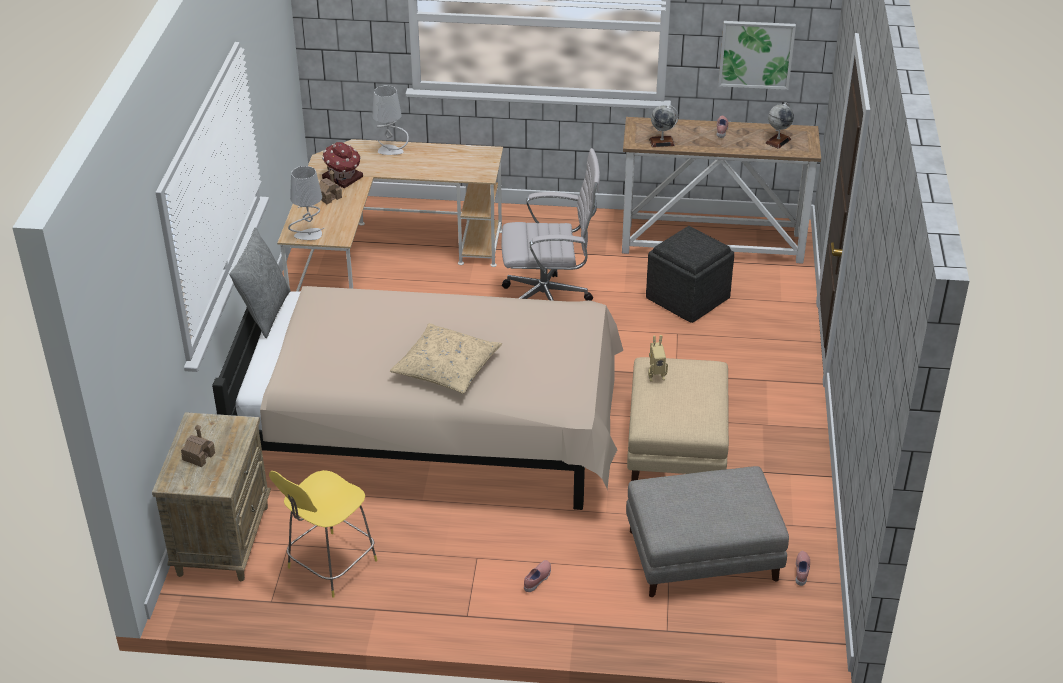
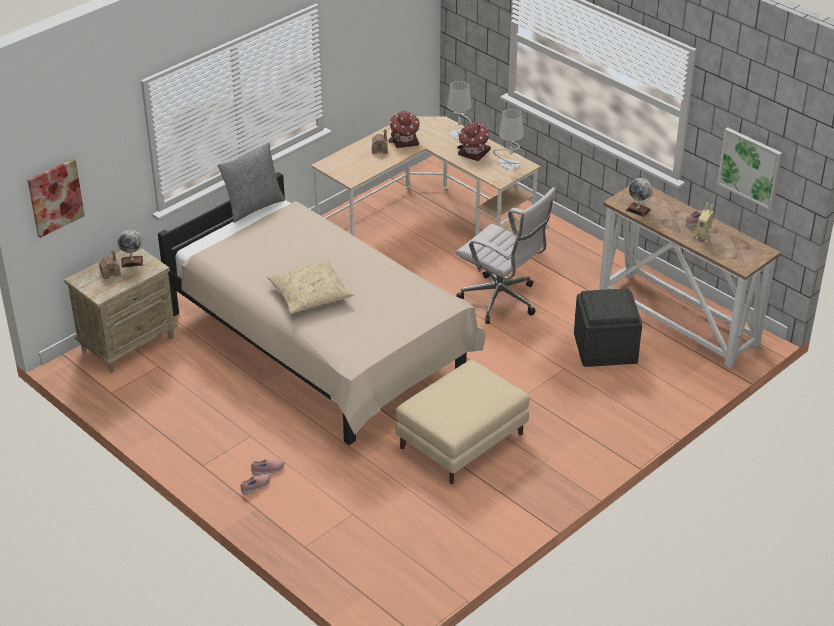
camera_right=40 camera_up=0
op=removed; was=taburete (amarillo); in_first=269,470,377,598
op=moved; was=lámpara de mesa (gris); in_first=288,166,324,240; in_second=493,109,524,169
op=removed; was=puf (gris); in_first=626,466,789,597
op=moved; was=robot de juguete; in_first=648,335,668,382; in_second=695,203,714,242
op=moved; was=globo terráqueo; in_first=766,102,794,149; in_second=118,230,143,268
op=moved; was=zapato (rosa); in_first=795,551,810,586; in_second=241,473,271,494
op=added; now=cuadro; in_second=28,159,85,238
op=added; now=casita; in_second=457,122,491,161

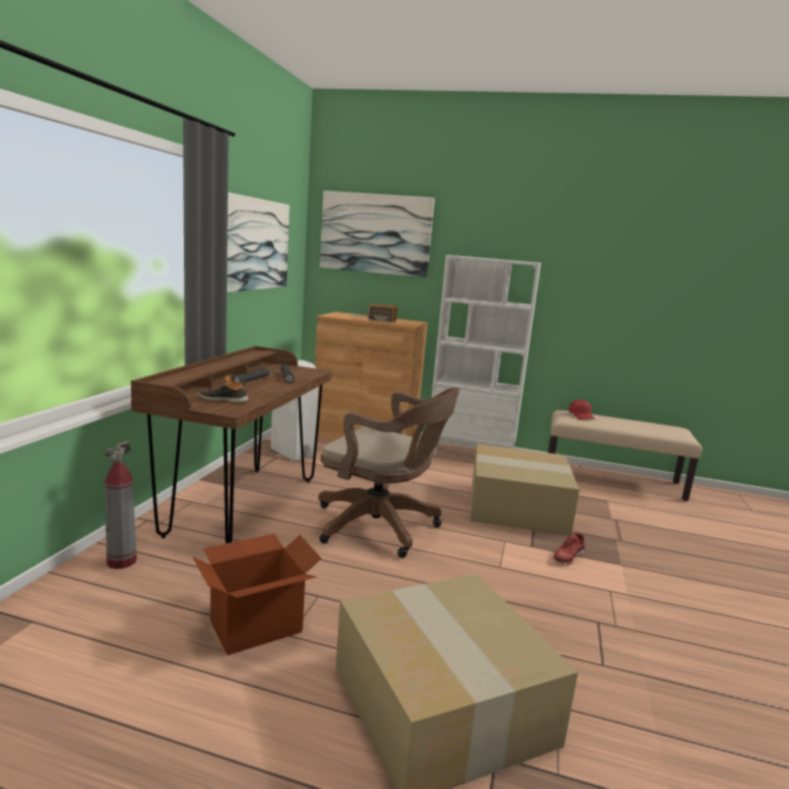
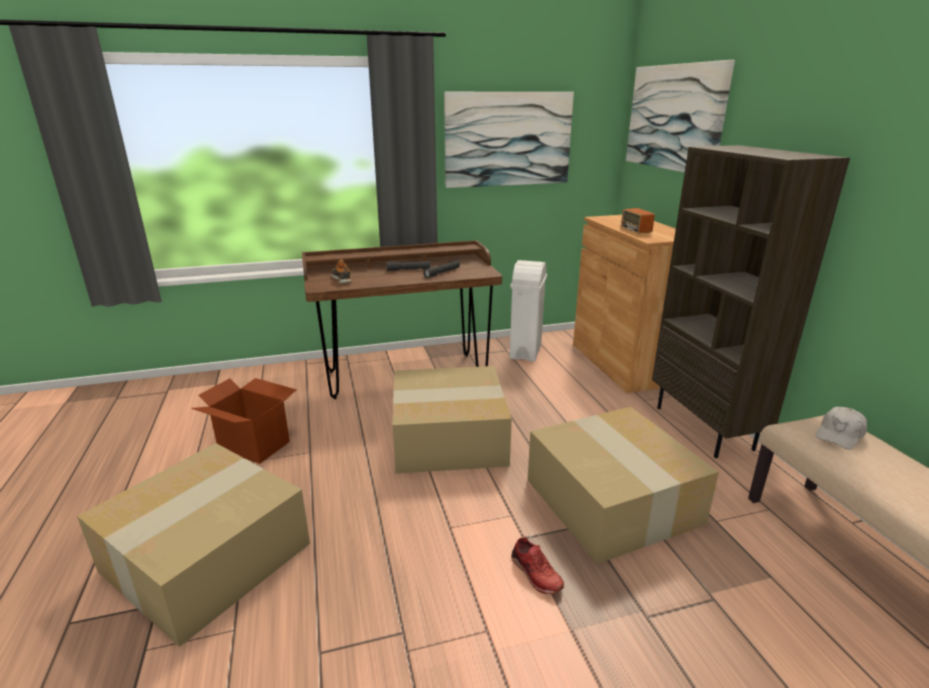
camera_right=60 camera_up=10
op=removed; was=extintor; in_first=105,440,137,569
op=replaced; was=silla de oficina (marrón); now=caja de cartón; in_first=318,388,460,558; in_second=393,366,512,474
op=recoloured; was=estantería (blanco); now=estantería (marrón); in_first=431,255,541,455; in_second=652,145,850,458
op=turned; was=zapato (rojo); in_first=553,533,585,565; in_second=511,537,564,594; clockwise=-135
op=recoloured; was=gorra (rojo); now=gorra (blanco); in_first=569,400,595,420; in_second=815,407,867,450

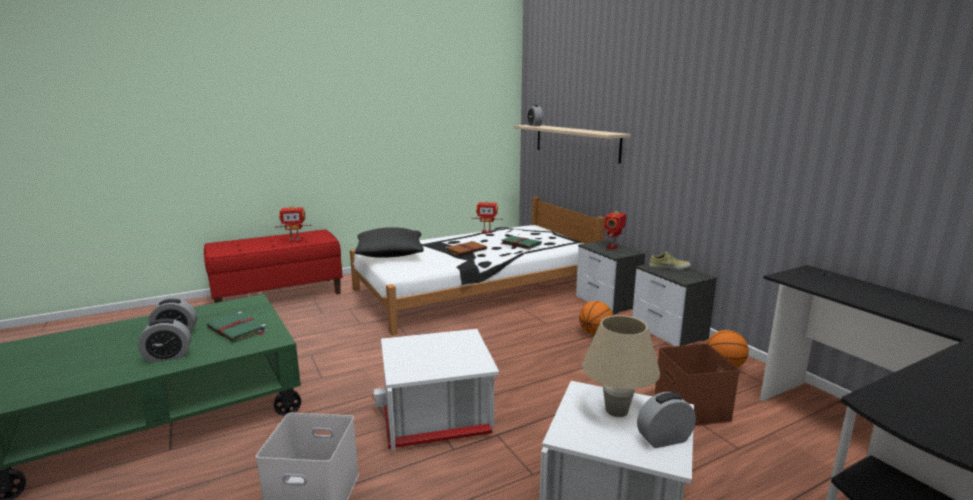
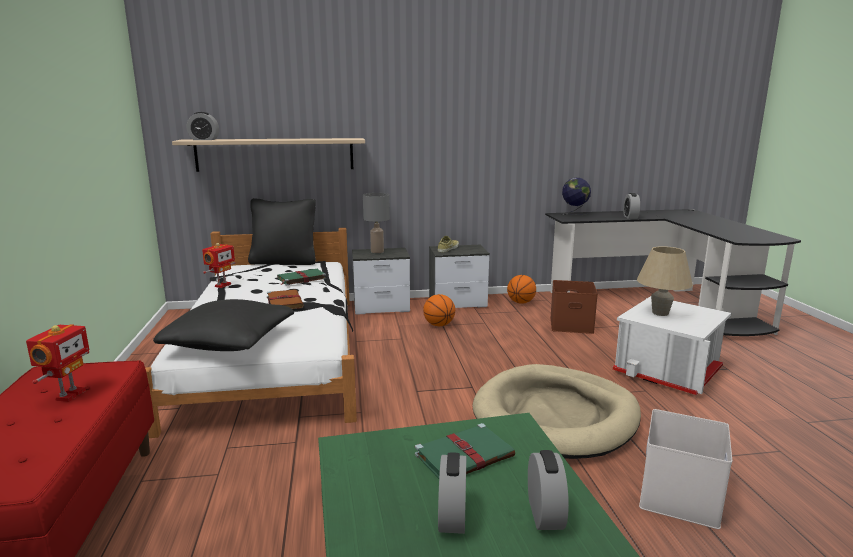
camera_right=-70 camera_up=0
op=replaced; was=caja de almacenaje (blanco); now=cama para perro (beis); in_first=374,329,499,450; in_second=473,364,641,459
op=replaced; was=robot de juguete; now=lámpara de mesa (gris); in_first=604,211,626,249; in_second=363,193,390,253
op=moved; was=despertador; in_first=637,392,696,448; in_second=623,193,640,219
op=added; now=cojín (negro); in_second=248,198,316,265
op=added; now=globo terráqueo; in_second=562,178,591,215

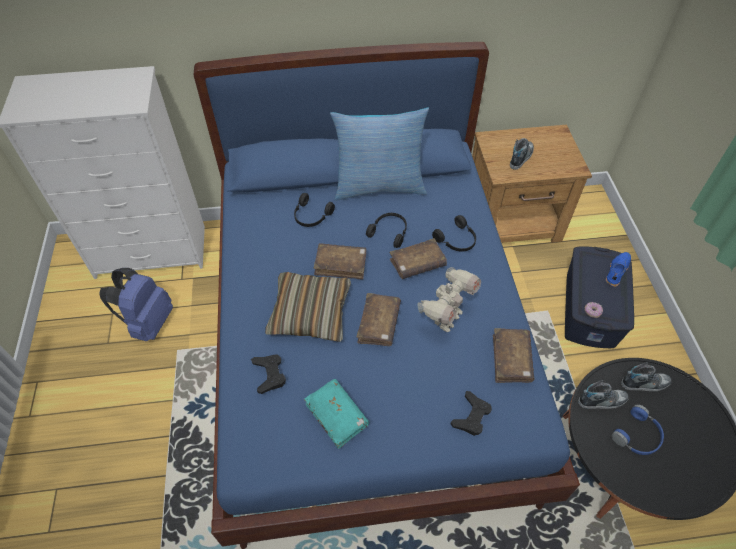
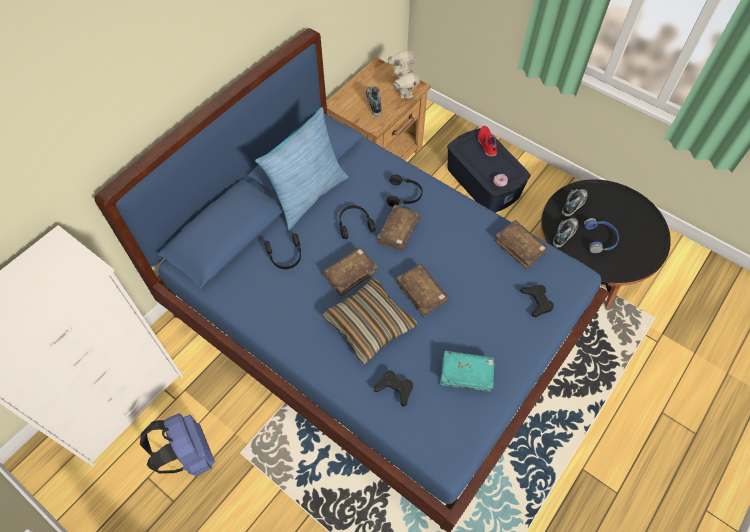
camera_right=-45 camera_up=5
op=moved; was=robot de juguete; in_first=418,267,481,332; in_second=388,50,420,98
op=recoloured; was=zapato (azul); now=zapato (rojo); in_first=606,252,631,287; in_second=478,126,497,157

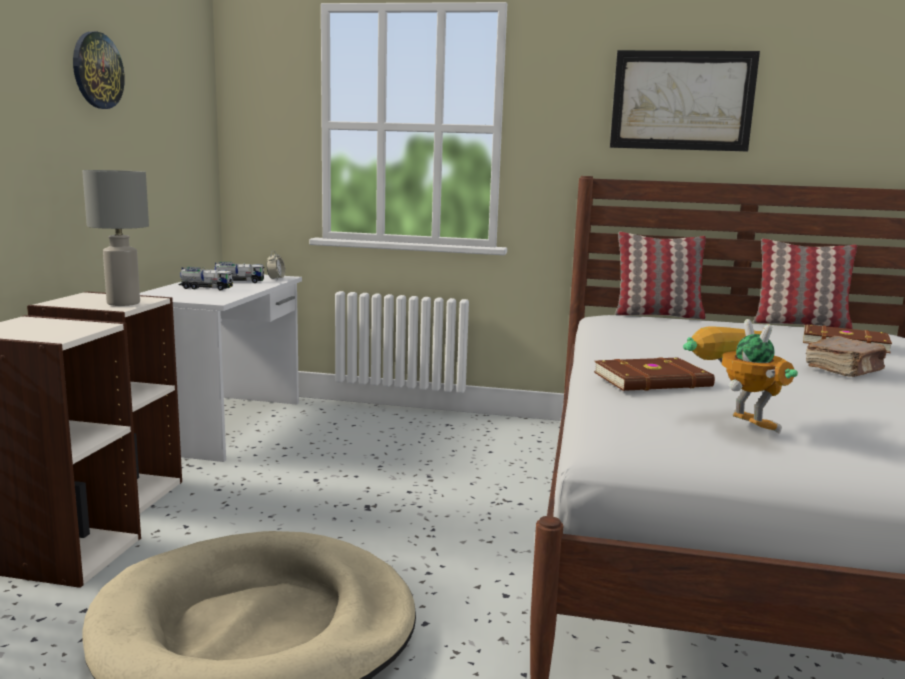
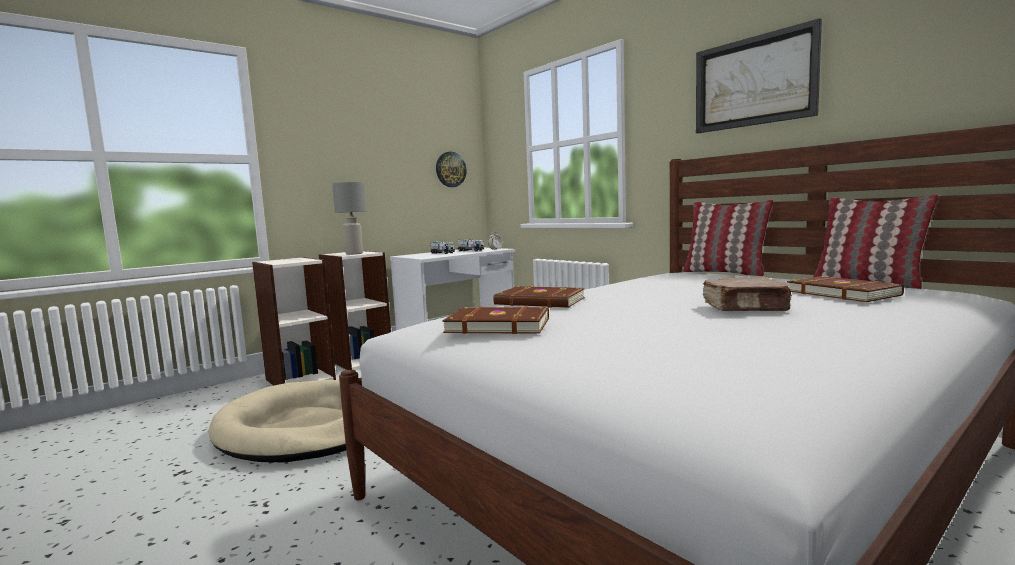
camera_right=40 camera_up=-5
op=moved; was=reloj de pared; in_first=73,32,125,109; in_second=436,152,466,187
op=replaced; was=robot de juguete; now=libro (marrón); in_first=683,319,798,434; in_second=442,307,549,334

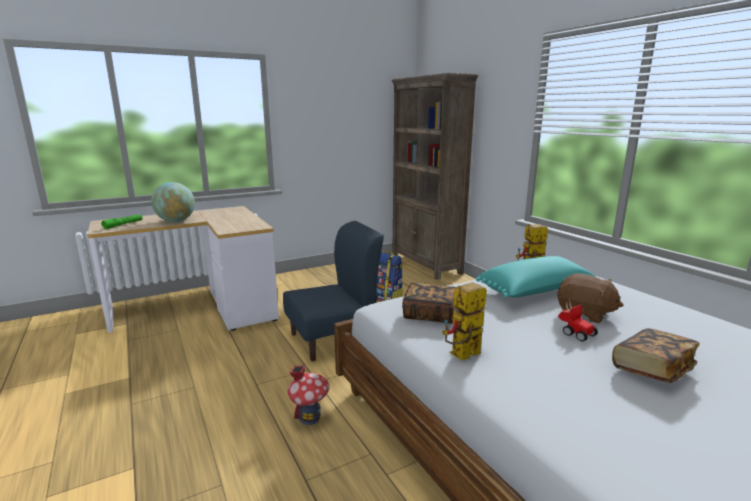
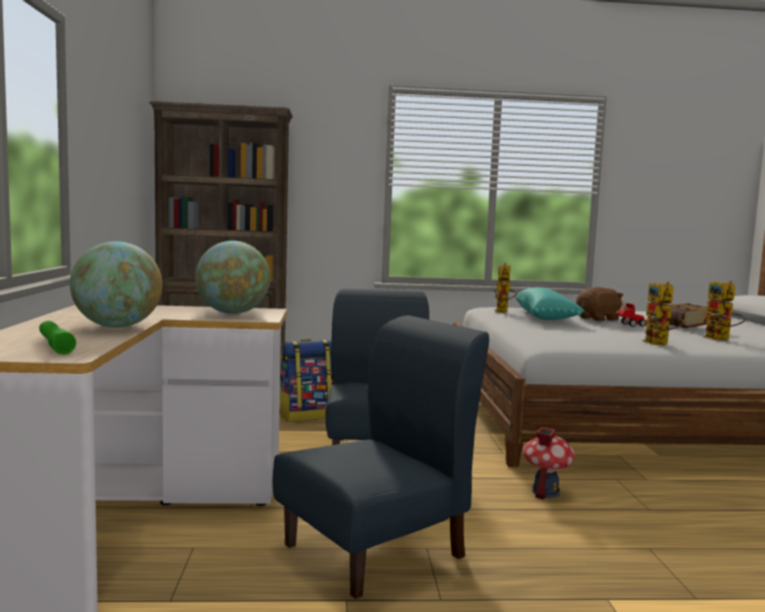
camera_right=-65 camera_up=-10
op=removed; was=libro; in_first=402,282,457,324
op=added; now=globo terráqueo; in_second=195,241,270,314
op=added; now=silla (azul); in_second=273,315,489,599
op=added; now=robot de juguete; in_second=702,280,746,341

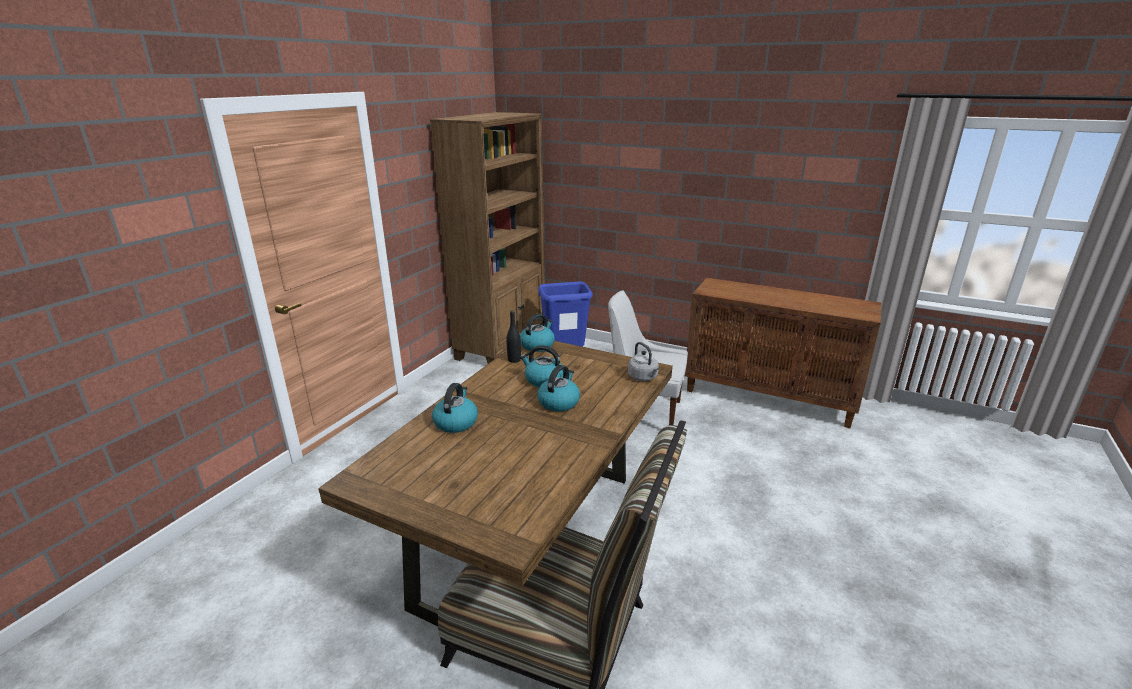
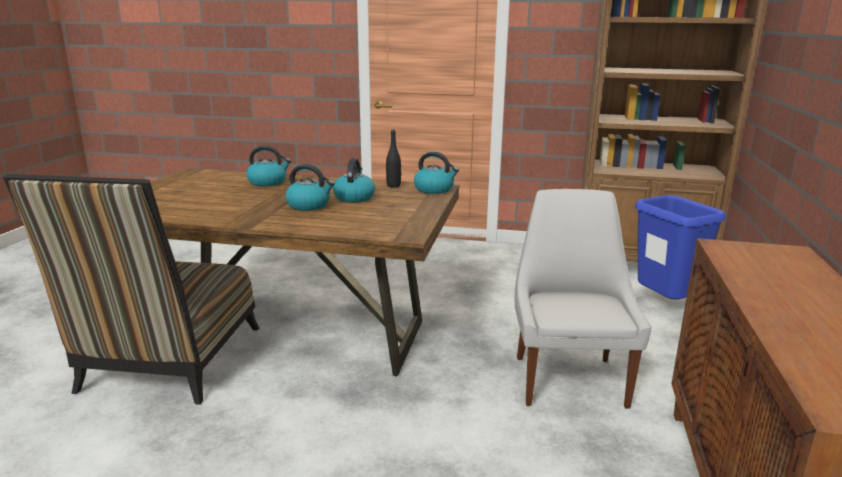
camera_right=75 camera_up=-5
op=removed; was=hervidor (gris); in_first=628,342,659,381

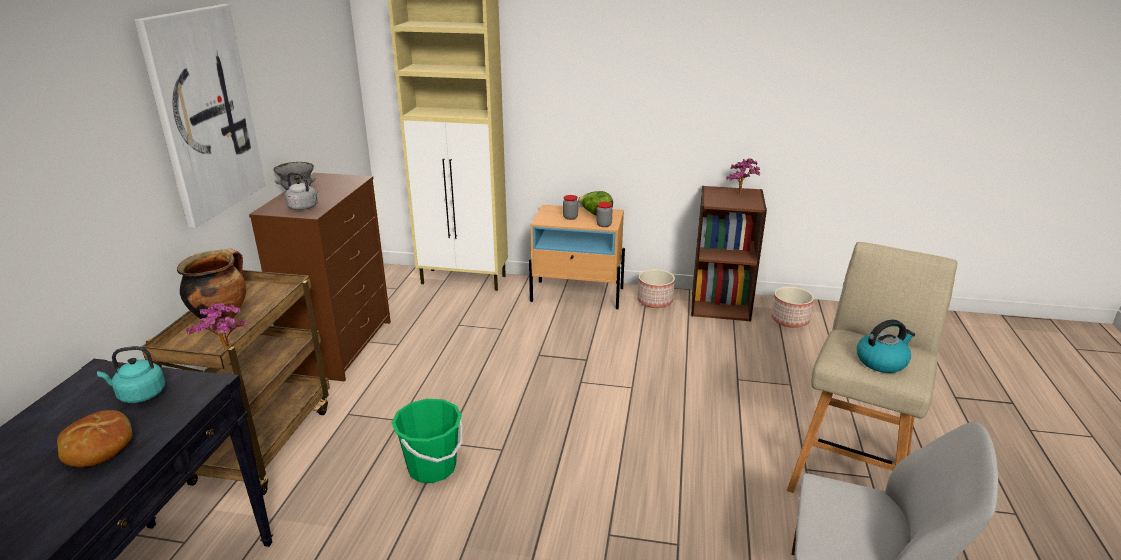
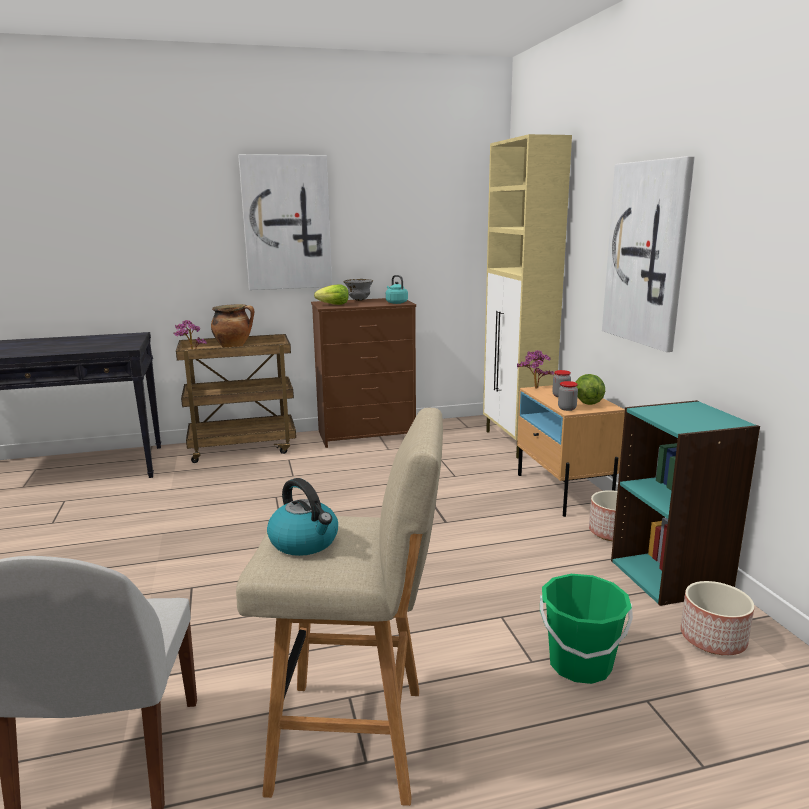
camera_right=65 camera_up=-10
op=removed; was=pan; in_first=57,410,132,467
op=moved; was=hervidor (turquesa); in_first=97,346,165,403; in_second=386,275,408,304
op=replaced; was=hervidor (gris); now=lechuga; in_first=285,172,319,210; in_second=314,284,349,305
op=moved; was=cubo (verde); in_first=392,399,462,483; in_second=540,574,633,684
op=recoloured; was=estantería (marrón); now=estantería (turquesa); in_first=691,186,767,322; in_second=611,400,760,606
op=moved; was=planta en maceta; in_first=726,158,760,194; in_second=517,350,554,389
op=added; now=cuadro; in_second=602,156,695,352

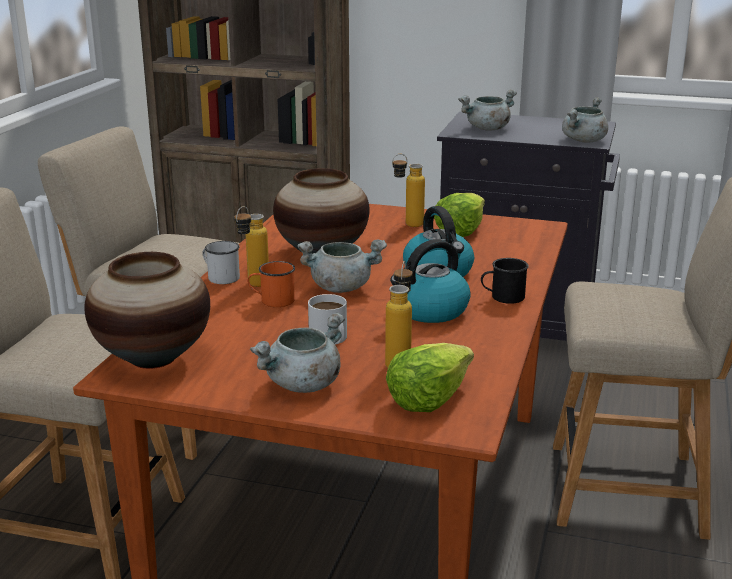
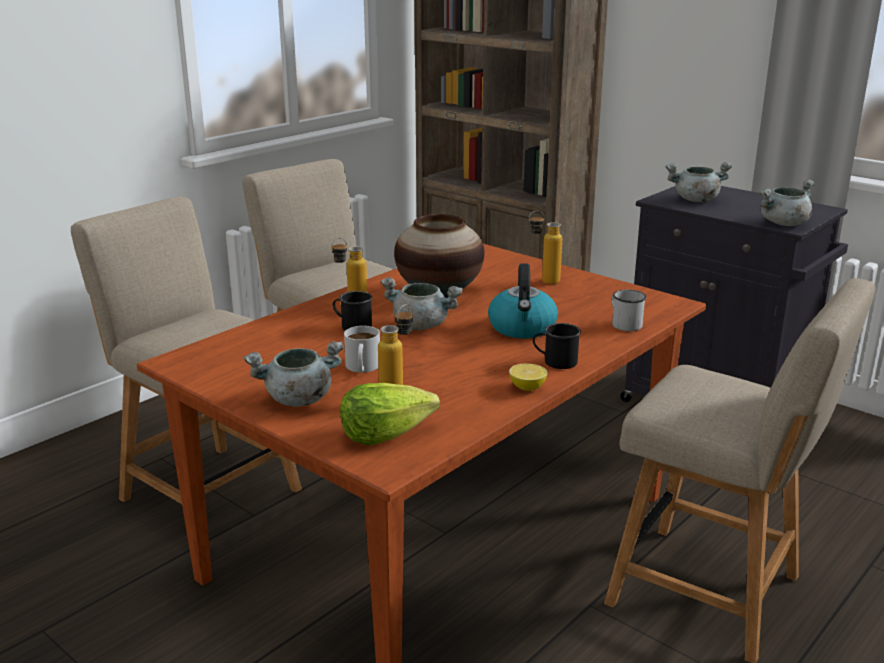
camera_right=25 camera_up=0
op=removed; was=florero; in_first=84,252,210,369
op=moved; was=taza grande (blanco); in_first=202,241,240,284; in_second=612,290,647,331
op=recoloured; was=taza grande (naranja); now=taza grande (negro); in_first=247,261,295,307; in_second=333,291,372,331
op=removed; was=hervidor; in_first=390,239,471,323
op=removed; was=lechuga; in_first=434,193,485,237
op=added; now=limón; in_second=509,364,547,391

